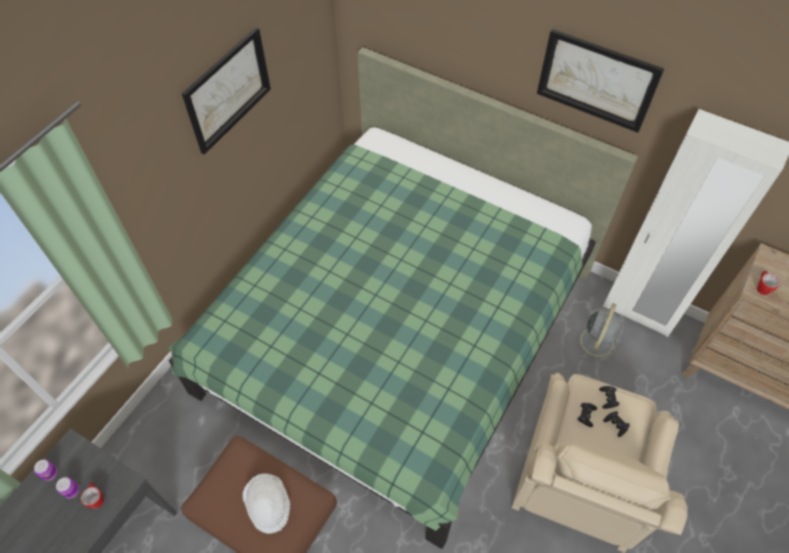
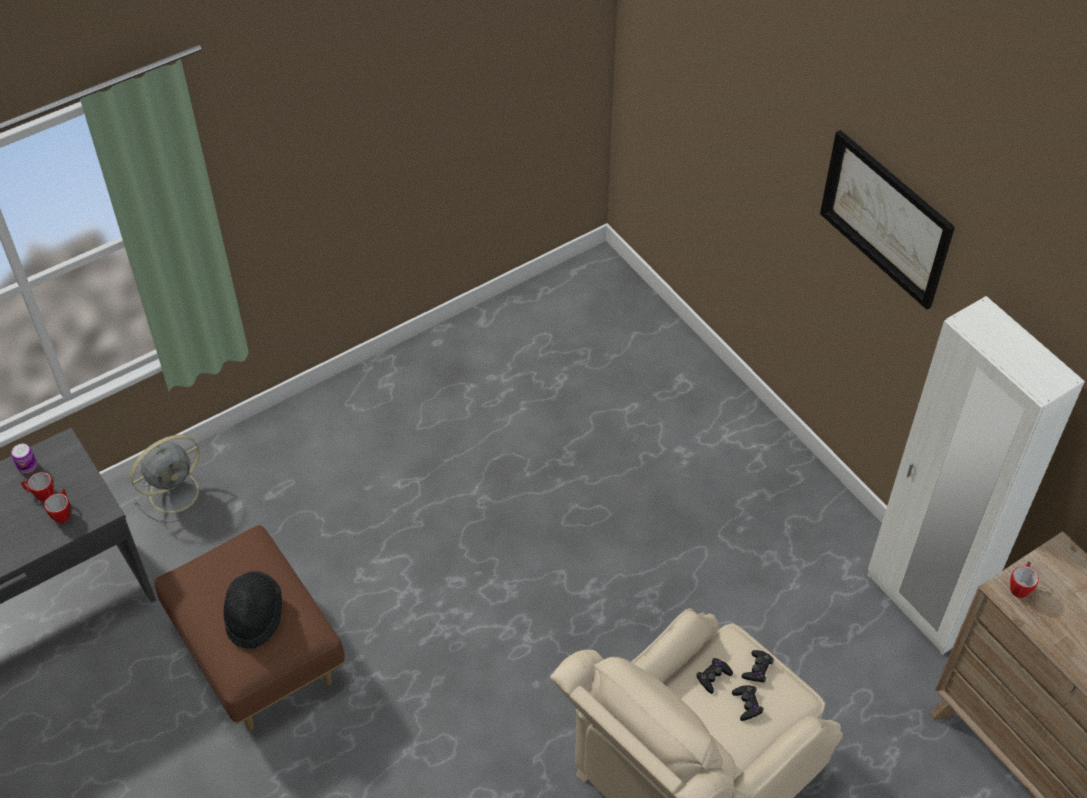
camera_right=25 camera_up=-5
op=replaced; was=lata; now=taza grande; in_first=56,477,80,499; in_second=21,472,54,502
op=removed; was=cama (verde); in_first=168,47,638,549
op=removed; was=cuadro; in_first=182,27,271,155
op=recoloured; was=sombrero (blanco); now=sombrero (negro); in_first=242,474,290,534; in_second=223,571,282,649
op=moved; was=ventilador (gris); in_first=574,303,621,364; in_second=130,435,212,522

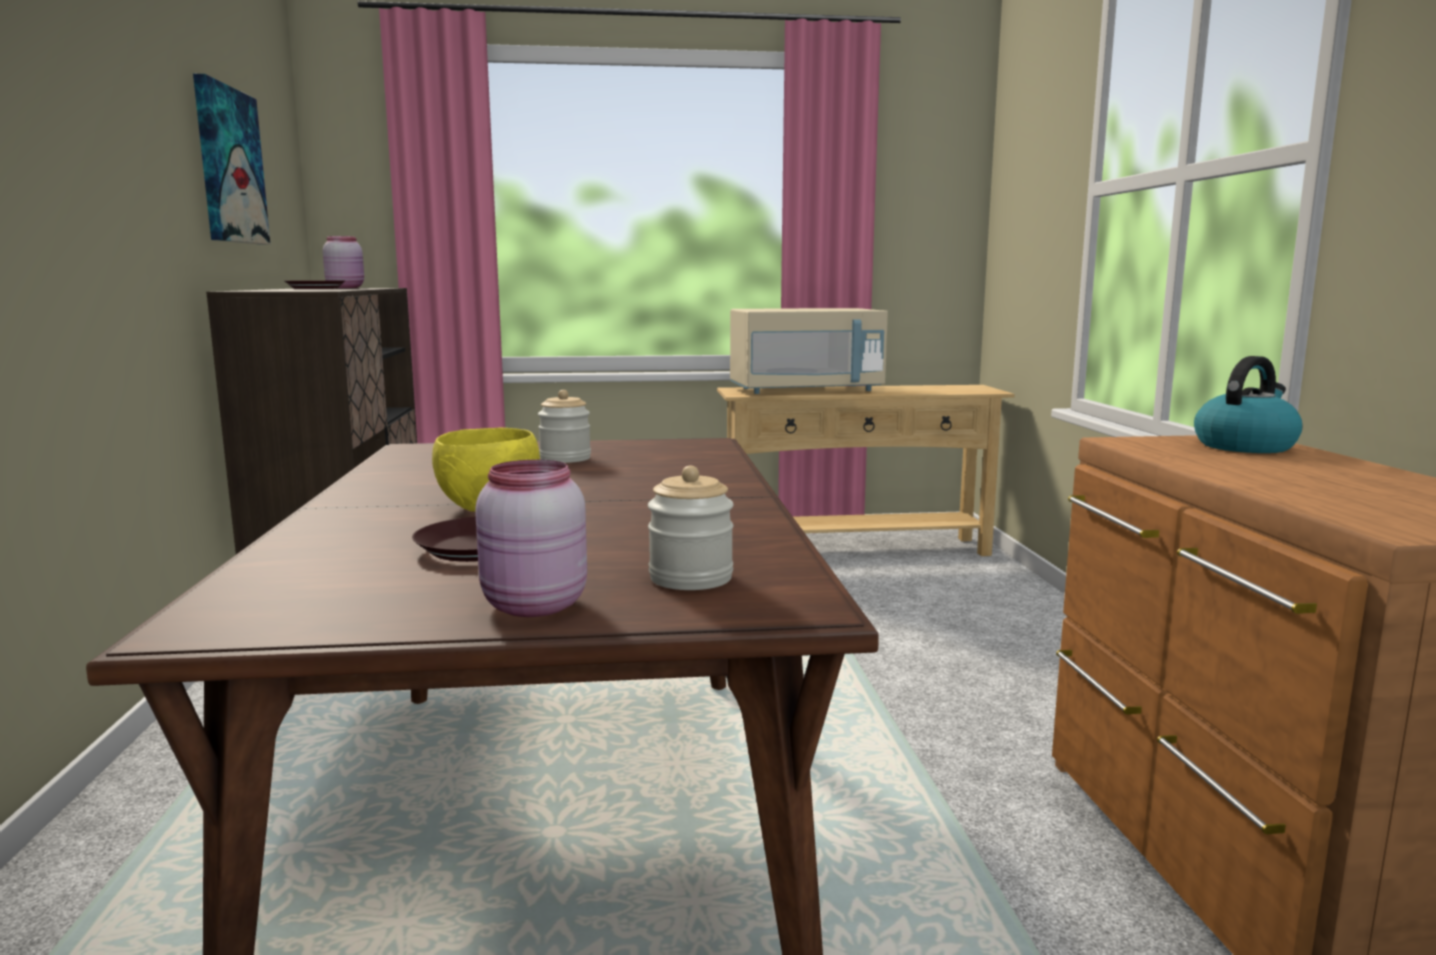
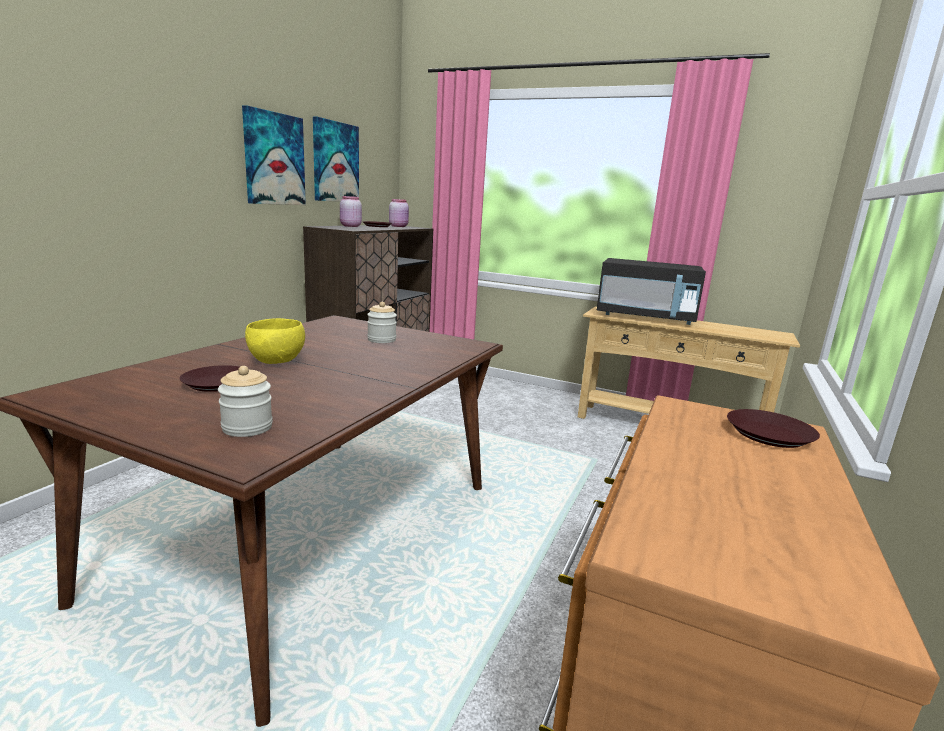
camera_right=30 camera_up=5
op=moved; was=tarro (rosa); in_first=475,460,587,617; in_second=340,196,362,227
op=recoloured; was=microondas (beis); now=microondas (negro); in_first=730,308,888,394; in_second=597,258,706,325
op=replaced; was=hervidor; now=plato (marrón); in_first=1194,356,1302,453; in_second=727,409,820,448
op=added; now=cuadro; in_second=242,105,306,205

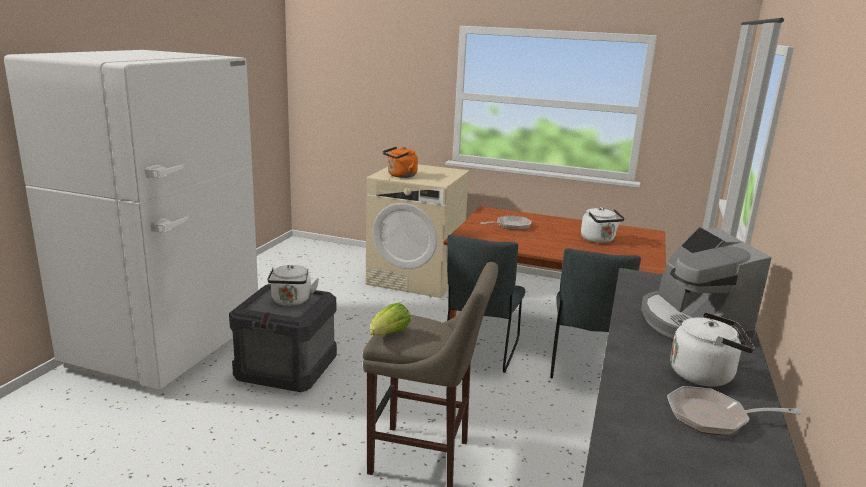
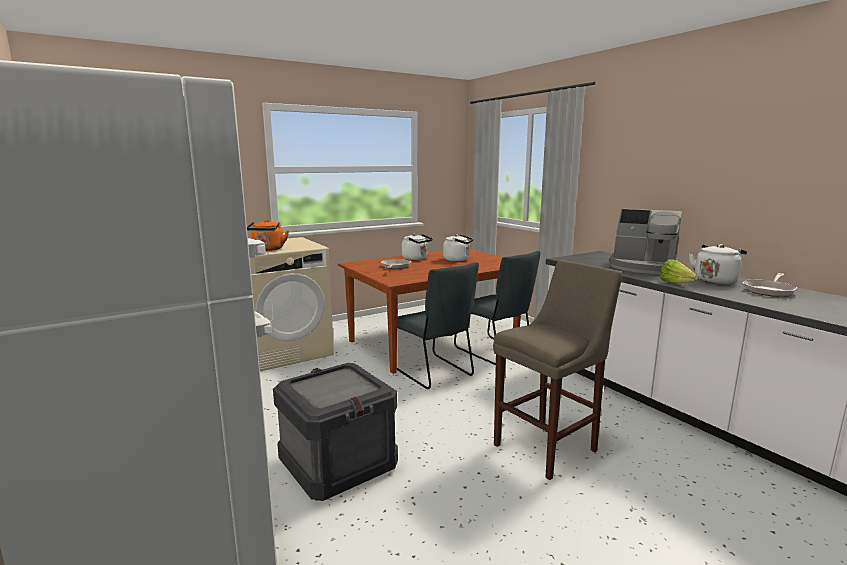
camera_right=-50 camera_up=-5
op=moved; was=hervidor (blanco); in_first=267,265,319,306; in_second=402,234,433,260
op=moved; was=lechuga; in_first=369,303,411,335; in_second=659,259,698,283

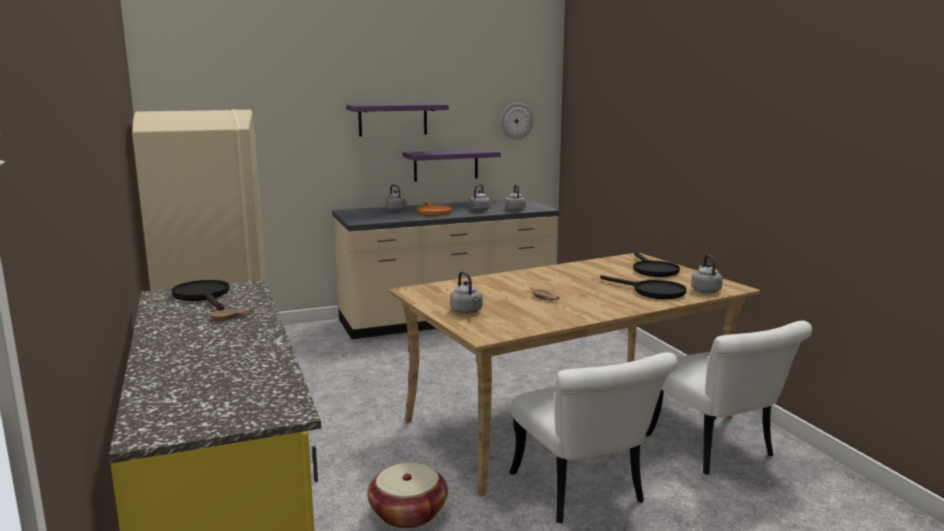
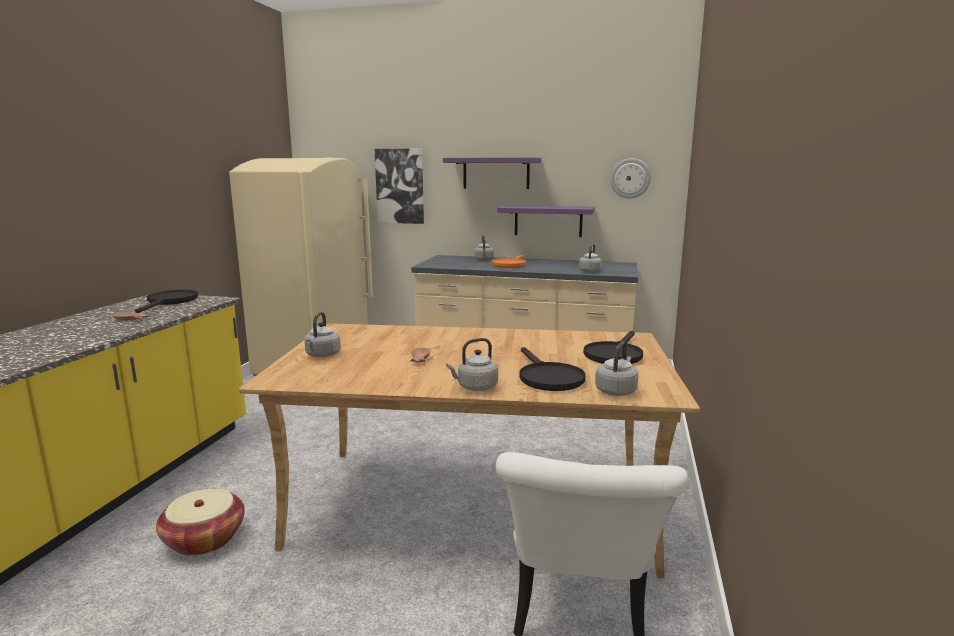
camera_right=35 camera_up=0
op=moved; was=hervidor (gris); in_first=469,184,490,211; in_second=446,338,498,391
op=removed; was=silla (blanco); in_first=509,352,677,523
op=added; now=cuadro; in_second=375,149,424,224

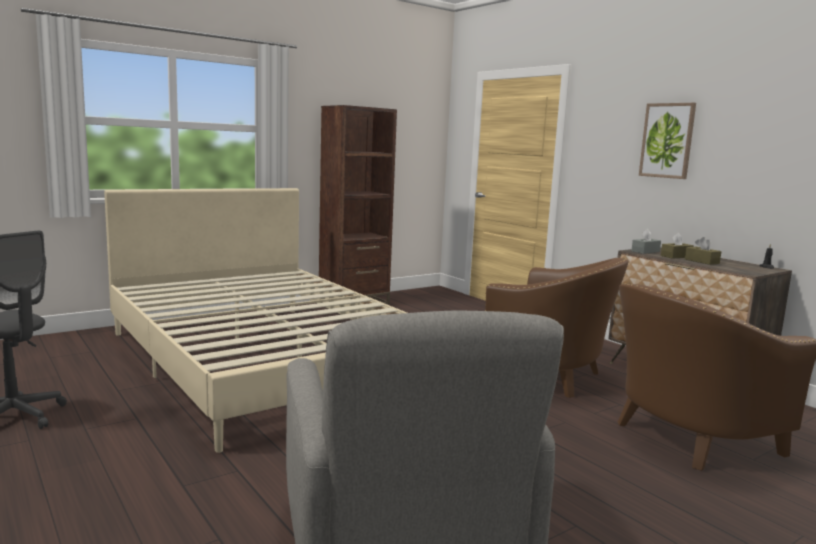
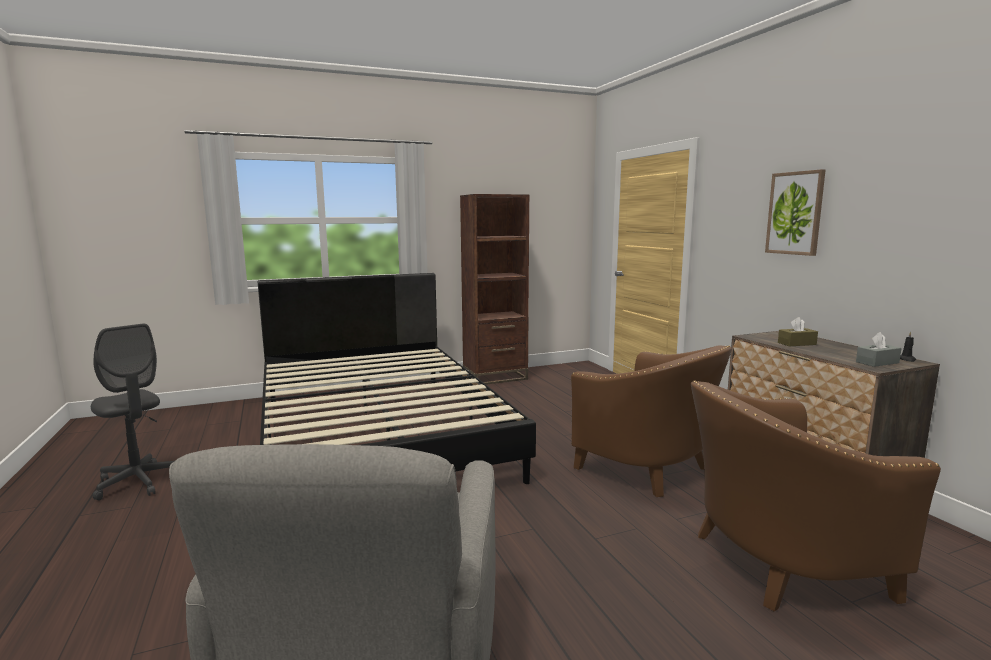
camera_right=15 camera_up=0
op=recoloured; was=cama (beis); now=cama (negro); in_first=104,188,407,453; in_second=258,273,536,484
op=moved; was=caja de pañuelos (gris); in_first=631,229,661,254; in_second=856,332,901,367
op=removed; was=caja de pañuelos (marrón); in_first=685,237,721,265

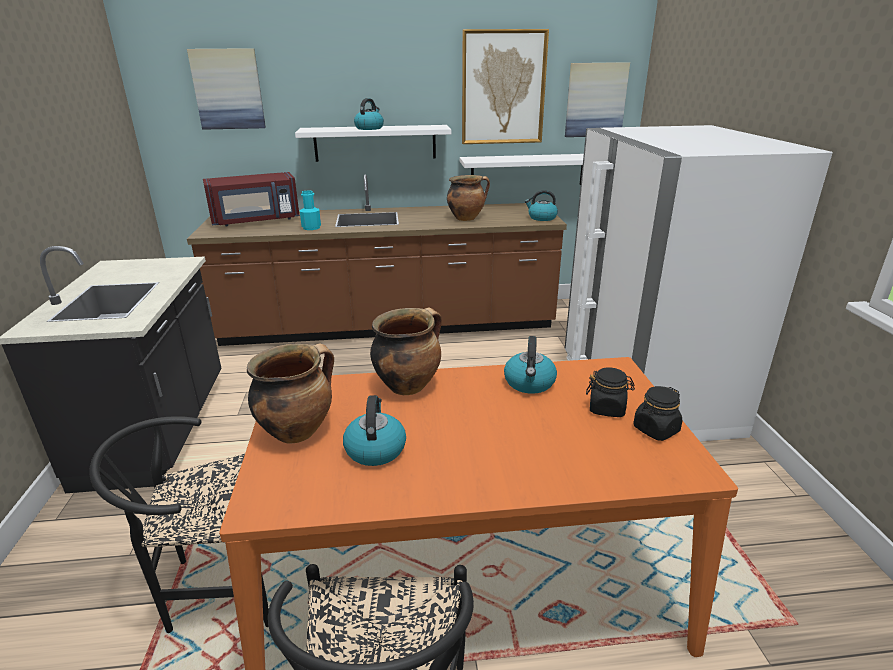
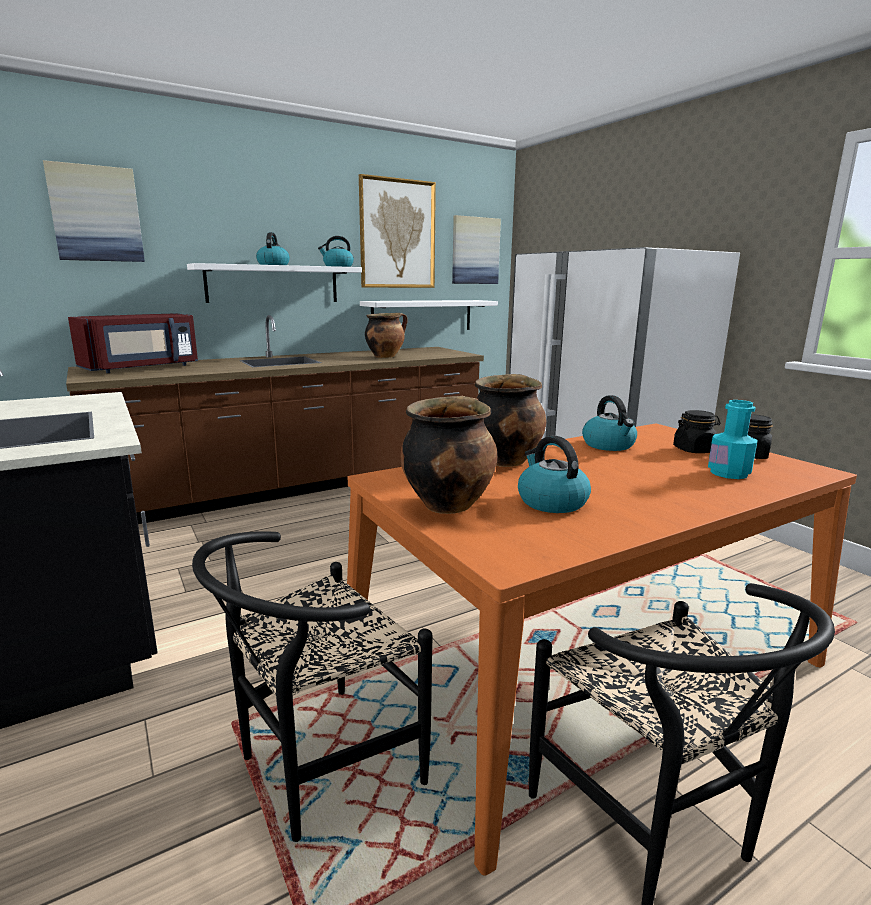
camera_right=-25 camera_up=-10
op=moved; was=botella (turquesa); in_first=300,191,321,230; in_second=708,400,758,479
op=moved; was=hervidor; in_first=525,190,558,221; in_second=318,236,354,267

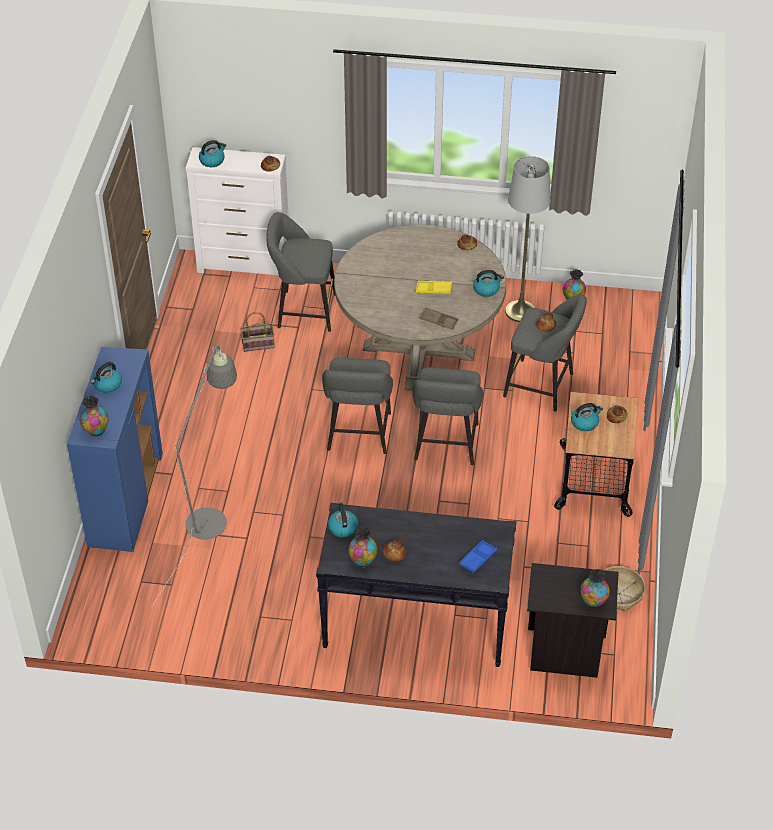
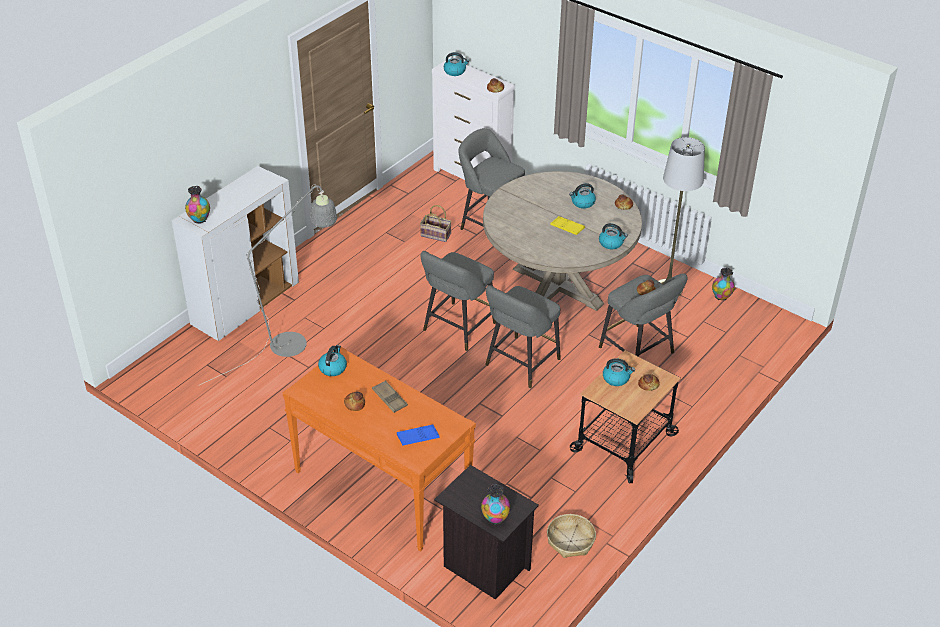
camera_right=30 camera_up=-5
op=recoloured; was=armario (azul); now=armario (blanco); in_first=67,347,163,552; in_second=172,166,299,341
op=moved; was=hervidor; in_first=91,362,122,393; in_second=569,183,596,209
op=recoloured; was=mesa consola (negro); now=mesa consola (naranja); in_first=316,503,516,667; in_second=283,347,476,552
op=removed; was=florero; in_first=348,526,378,568
op=moved; was=bandeja (marrón); in_first=420,307,458,330; in_second=372,380,408,413

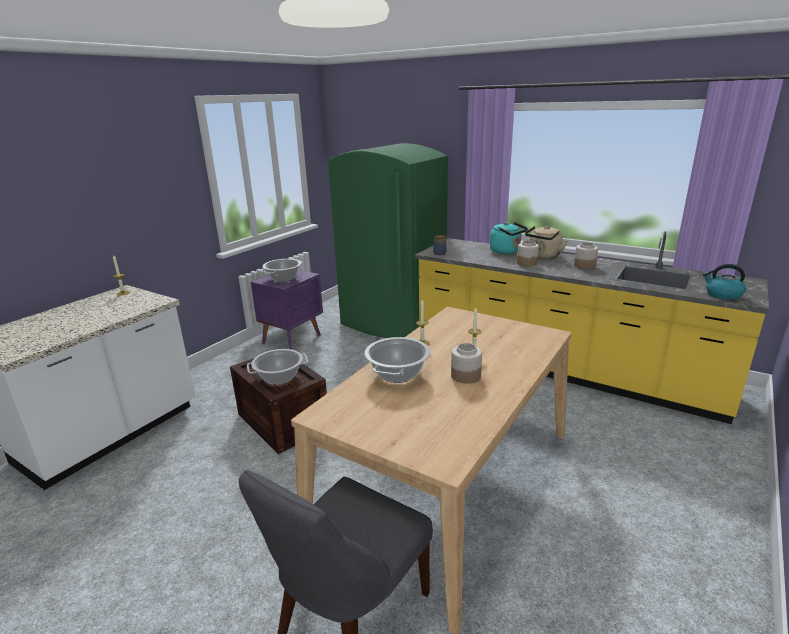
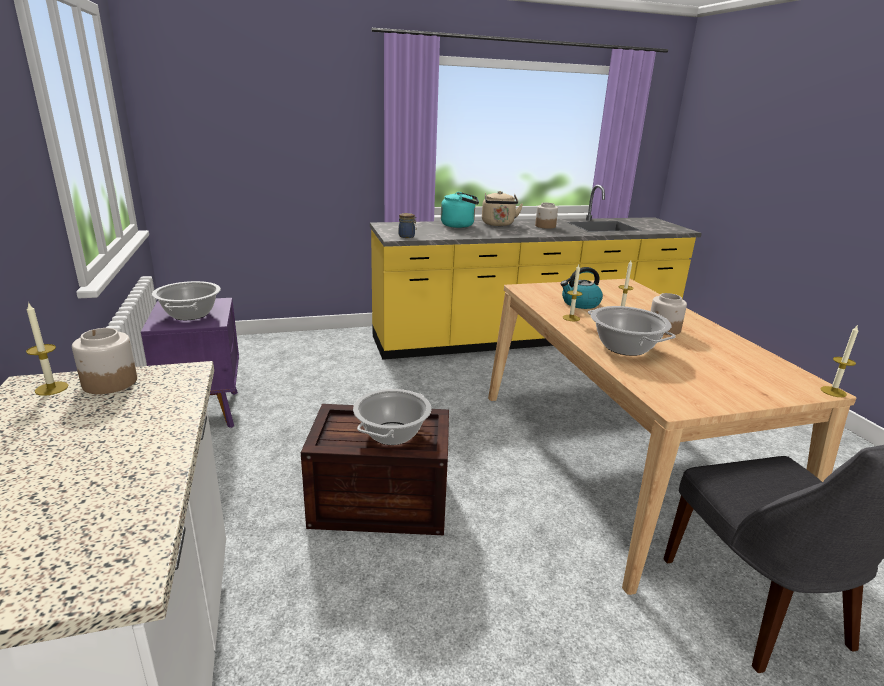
camera_right=-50 camera_up=0
op=removed; was=nevera (verde); in_first=328,143,448,338
op=moved; was=tarro; in_first=517,240,539,266; in_second=72,328,137,394
op=moved; was=hervidor; in_first=703,264,746,300; in_second=561,267,603,309
op=added; now=vela; in_second=820,324,859,397

